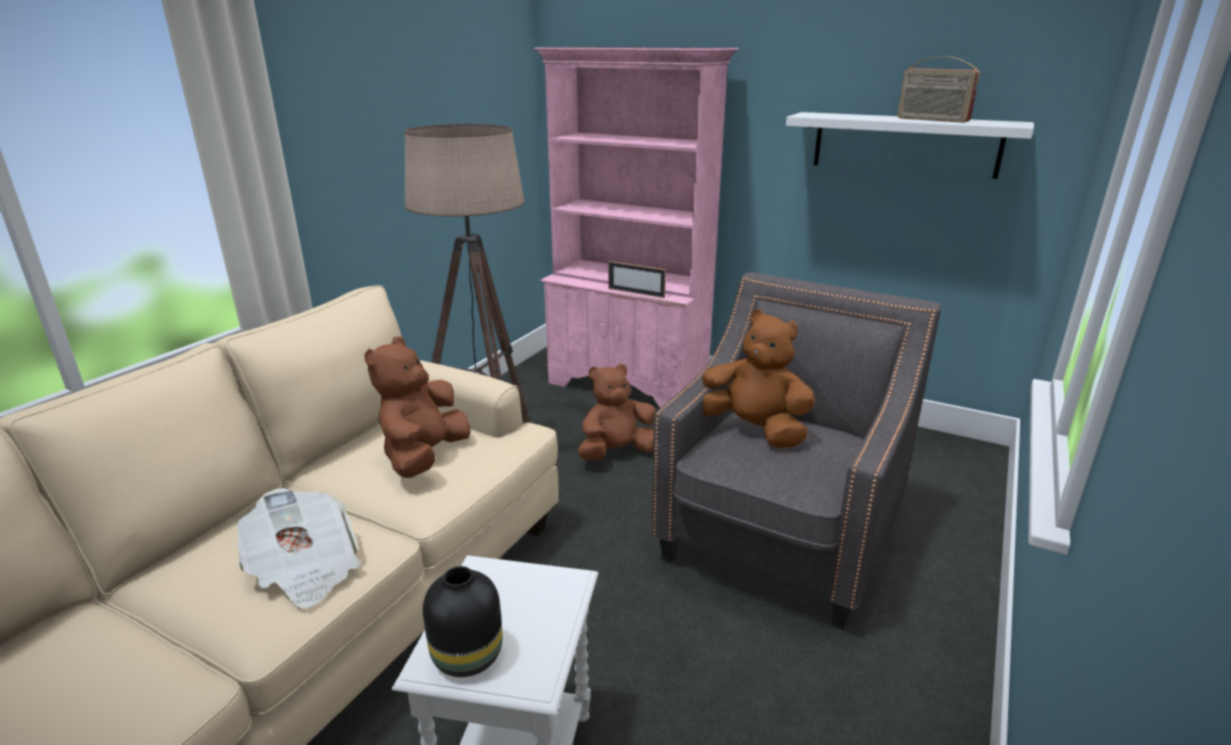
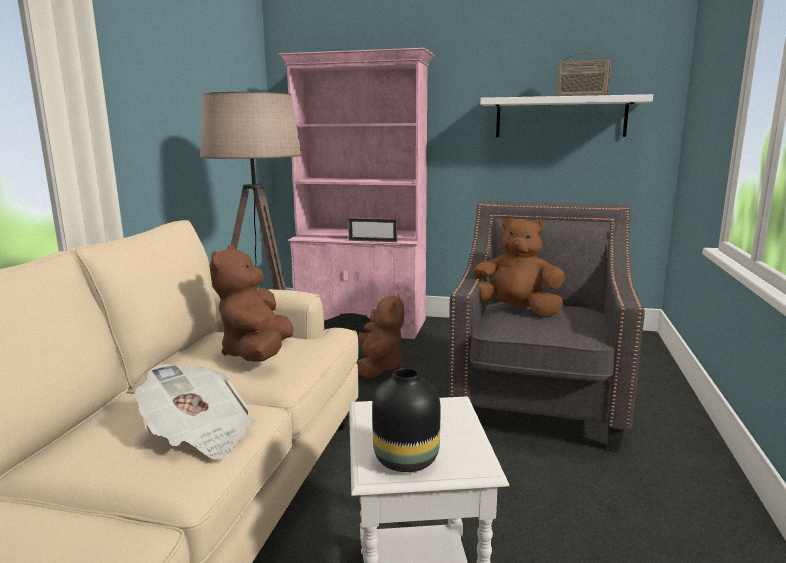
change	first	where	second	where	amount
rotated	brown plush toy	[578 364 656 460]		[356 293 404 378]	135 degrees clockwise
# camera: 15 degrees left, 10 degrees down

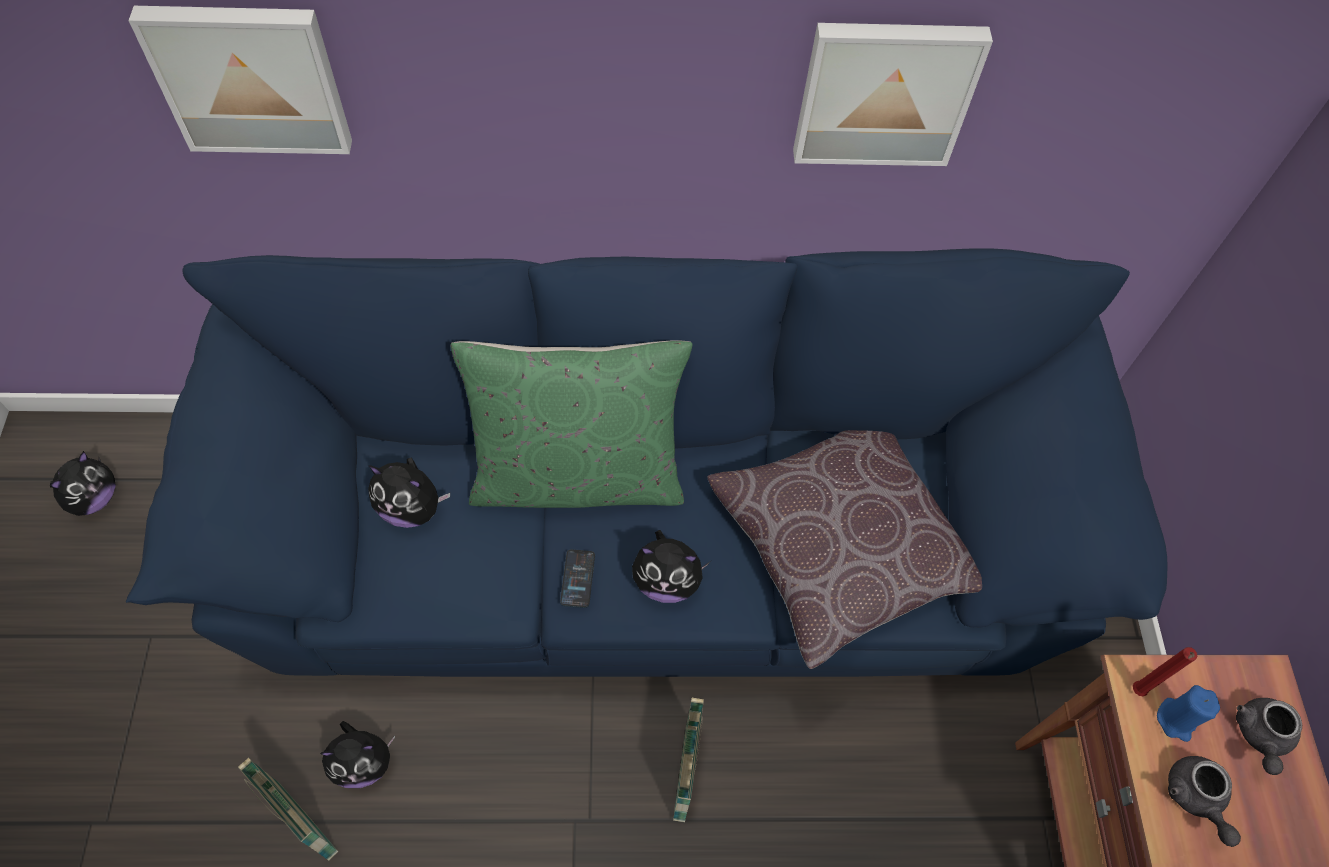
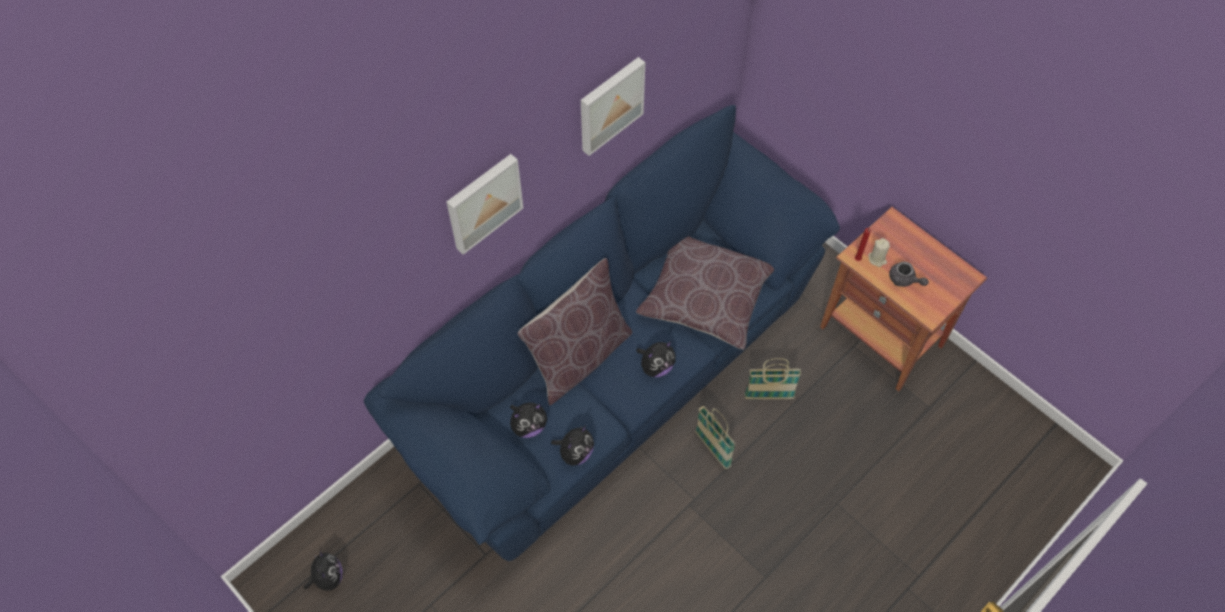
change	first	where	second	where	amount
shifted	picture	[128 6 352 154]		[446 154 523 255]	
shifted	basket	[238 758 338 861]		[745 358 801 399]	
shifted	plush toy	[320 721 395 788]		[551 425 594 465]	
repainted	green pillow	[450 340 693 508]	brown pillow	[518 258 632 405]	
gone	phone	[560 549 595 608]			
repainted	blue candle	[1157 685 1220 742]	beige candle	[868 238 890 267]	
gone	grey teapot	[1236 698 1302 775]			
# camera: 40 degrees left, 0 degrees up

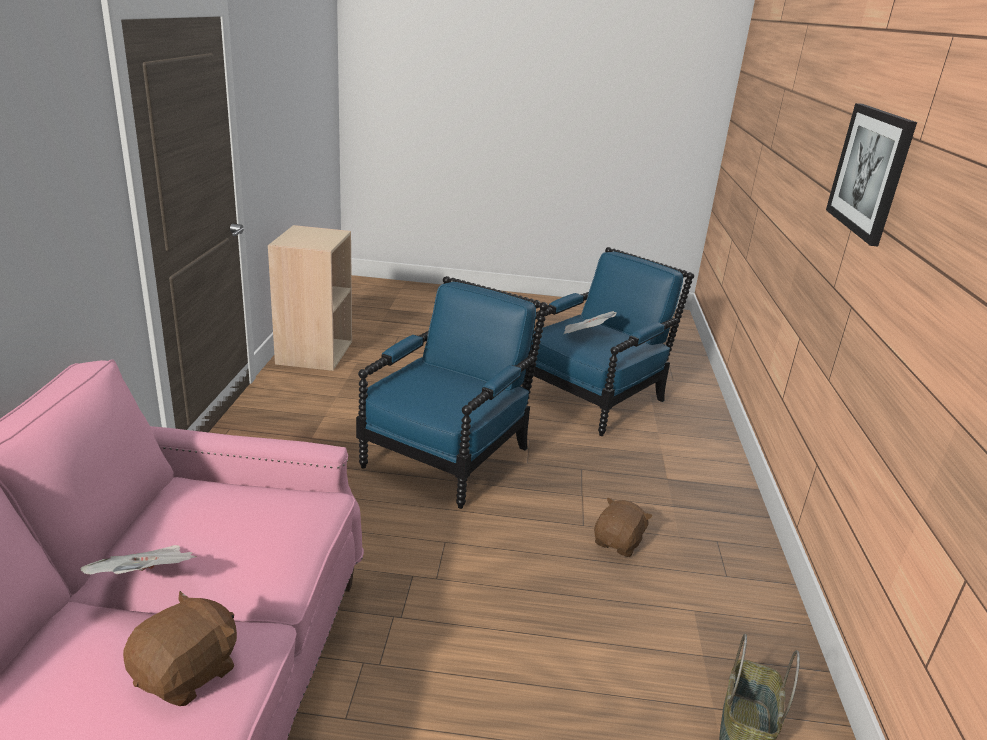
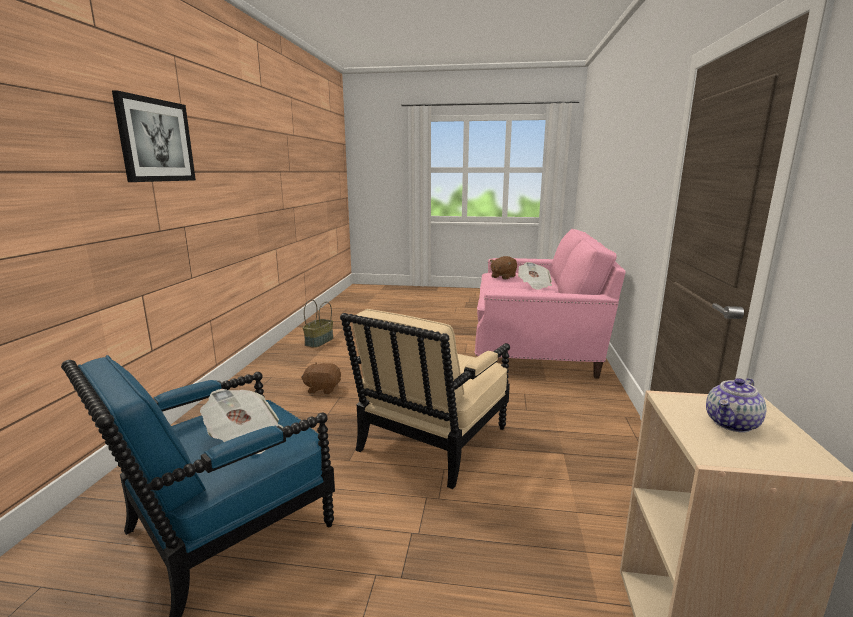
change	first	where	second	where	amount
repainted	blue armchair	[356 276 548 509]	beige armchair	[340 309 510 489]	
rotated	brown plush toy	[594 497 653 557]		[301 362 341 394]	60 degrees clockwise
new			teapot	[706 378 767 433]	
# camera: 175 degrees left, 10 degrees down

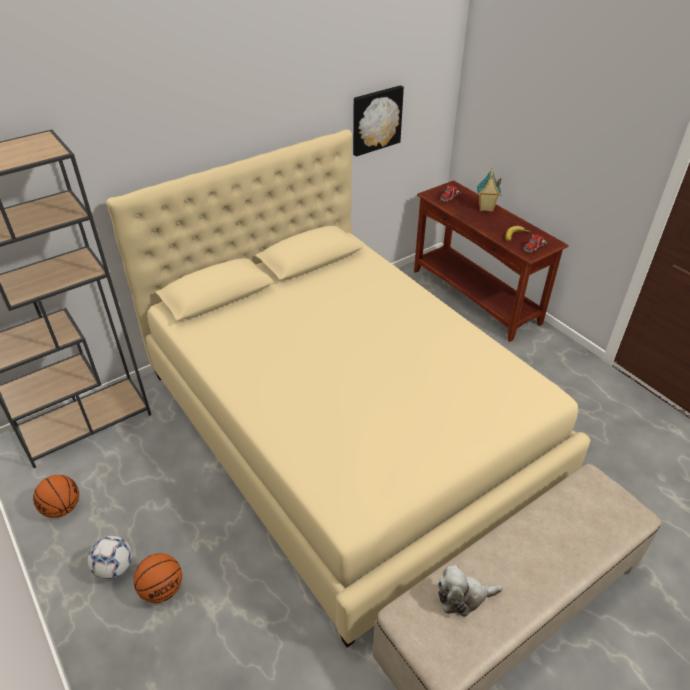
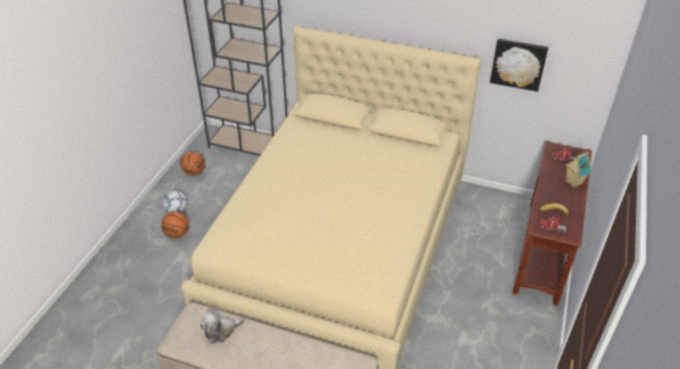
change	first	where	second	where	amount
rotated	plush toy	[437 565 503 617]		[200 312 244 344]	75 degrees counterclockwise
# camera: 55 degrees right, 0 degrees up

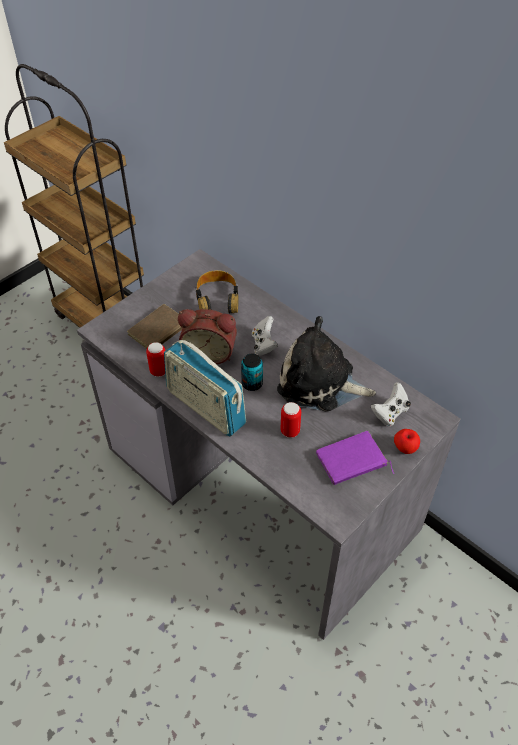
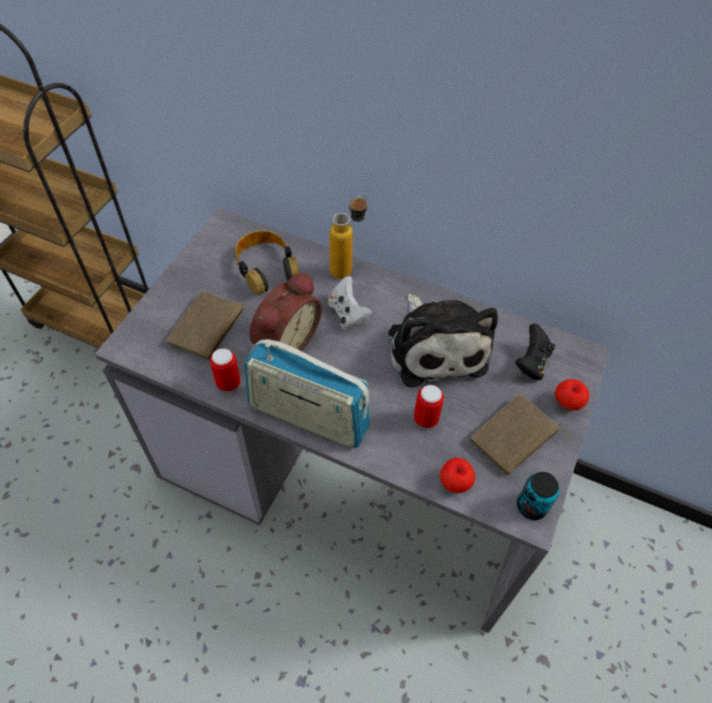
change	first	where	second	where	amount
rotated	alarm clock	[178 309 237 365]		[250 272 322 351]	45 degrees counterclockwise
shifted	can	[241 354 263 391]		[517 472 559 520]	
rotated	plush toy	[277 316 376 412]		[388 294 498 387]	105 degrees counterclockwise
repainted	purple book	[316 431 394 485]	brown book	[469 394 573 475]	
repainted	white game controller	[371 382 411 426]	black game controller	[515 324 555 381]	
new			bottle	[329 195 367 279]	
new			apple	[440 458 475 493]	
# camera: 20 degrees left, 5 degrees up

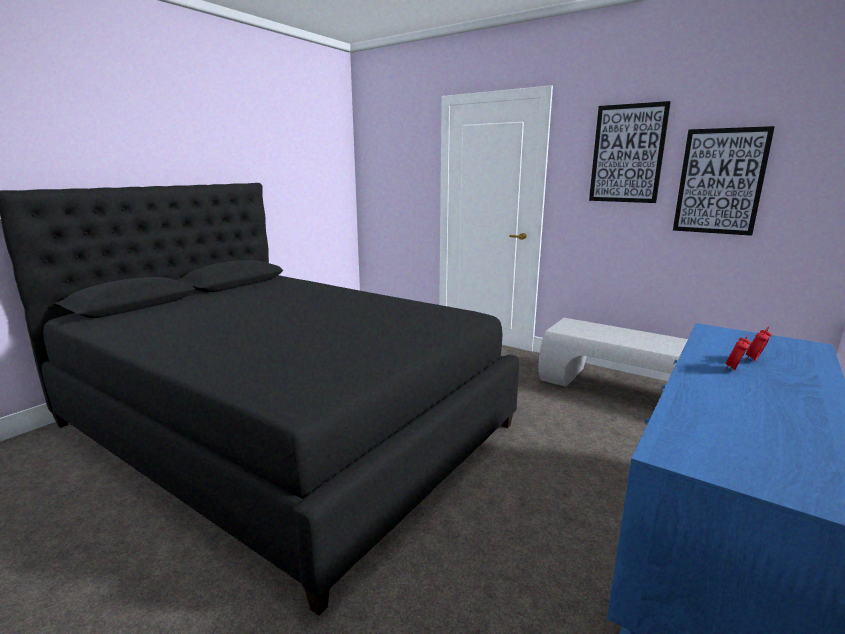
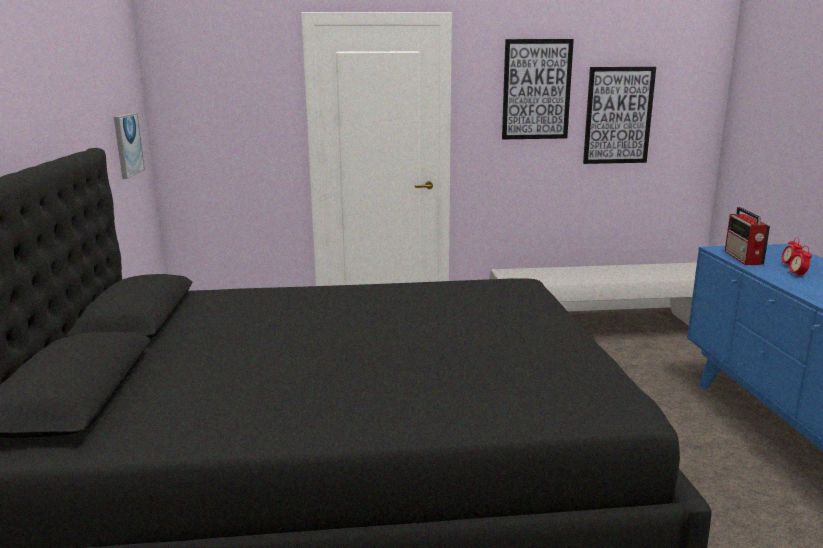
change	first	where	second	where	amount
new			picture	[114 113 145 179]	
new			radio	[725 207 770 265]	
# camera: 40 degrees left, 0 degrees up

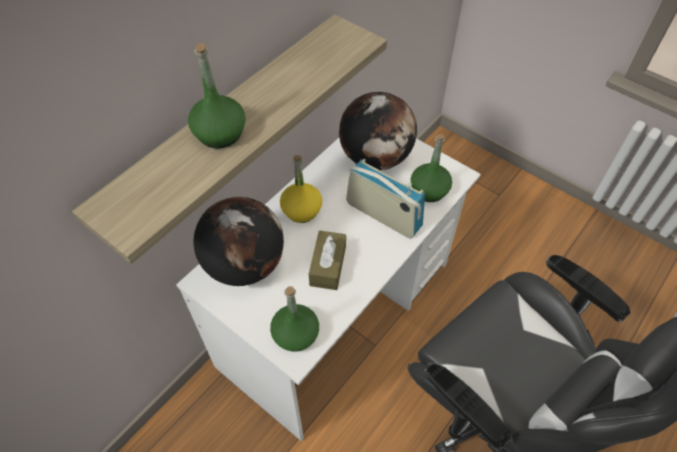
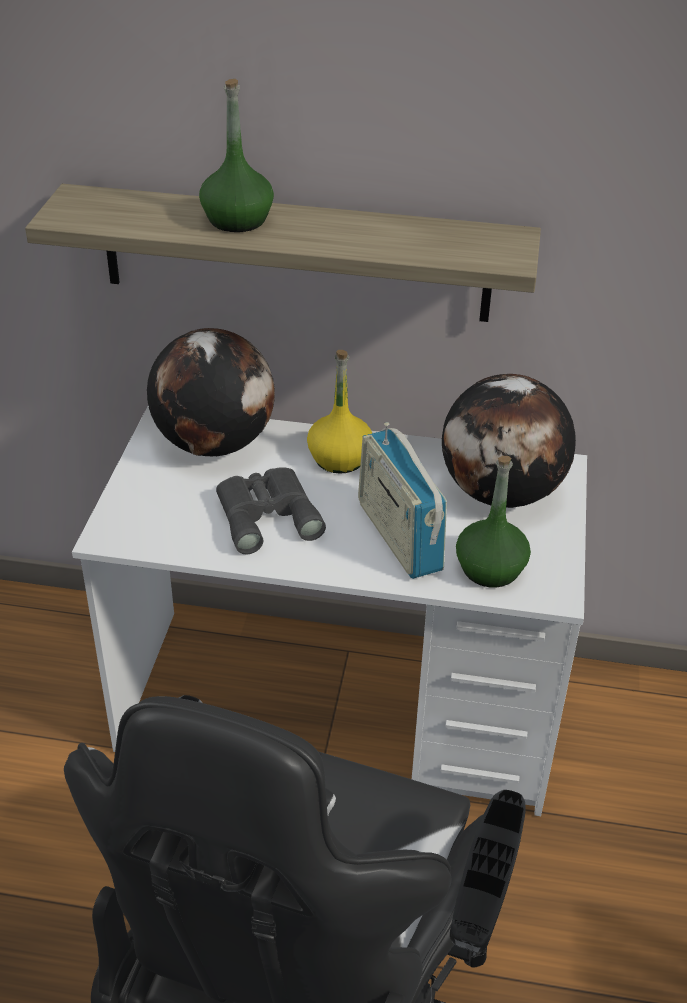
change	first	where	second	where	amount
gone	green bottle	[270 286 319 352]			
swapped	brown tissue box	[309 231 346 290]	grey binoculars	[216 467 326 555]	
rotated	radio	[346 159 425 239]		[358 422 447 579]	150 degrees clockwise
# camera: 60 degrees right, 15 degrees down

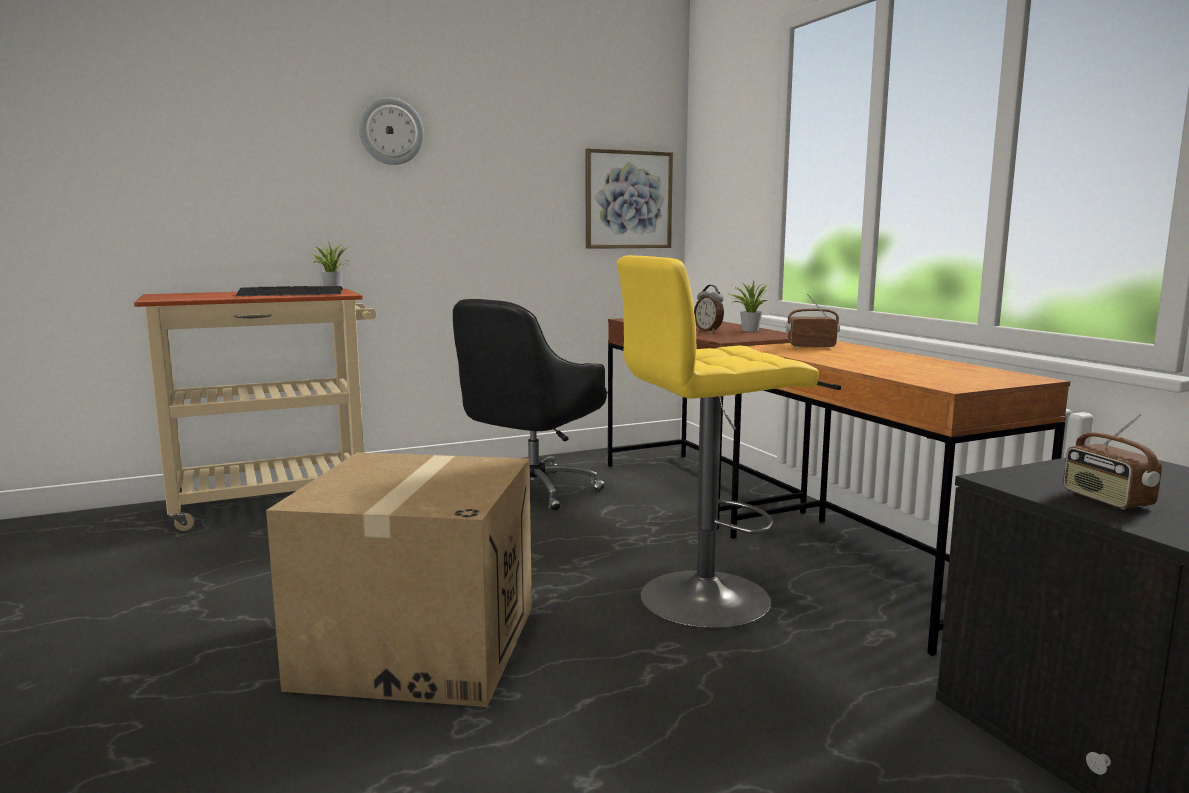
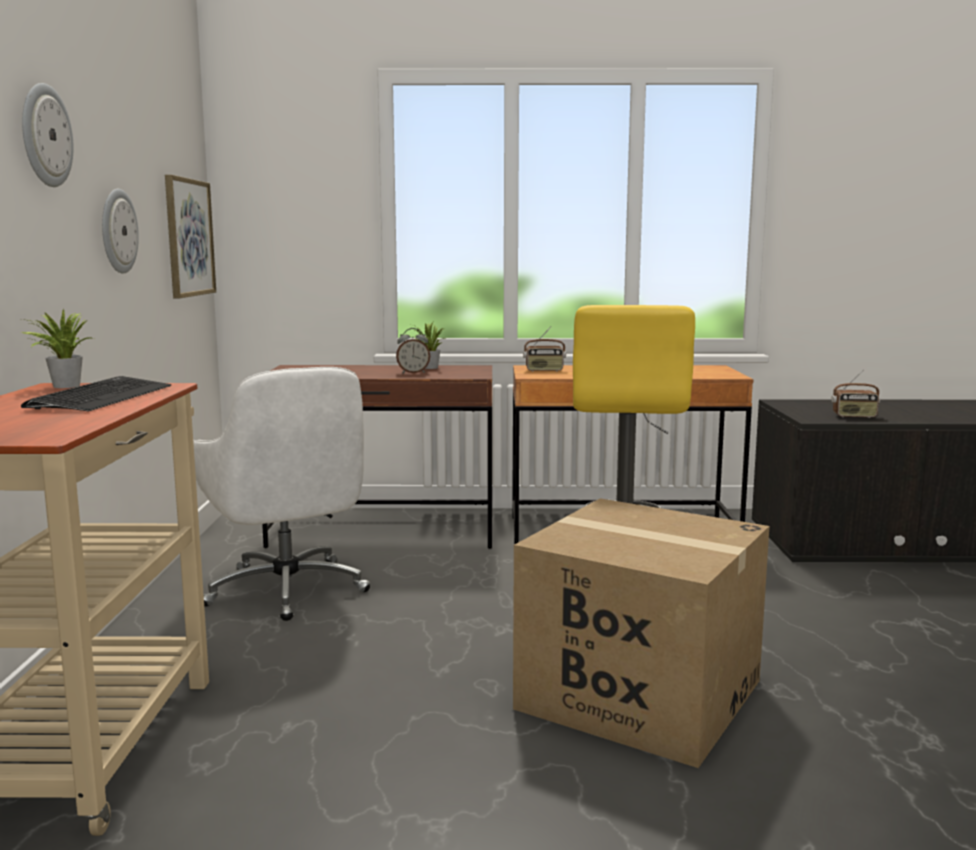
change	first	where	second	where	amount
repainted	black office chair	[453 299 608 511]	white office chair	[193 367 370 621]	
rotated	radio	[786 294 840 348]		[523 327 566 372]	120 degrees counterclockwise
new			wall clock	[102 189 139 274]	
# camera: 65 degrees left, 0 degrees up

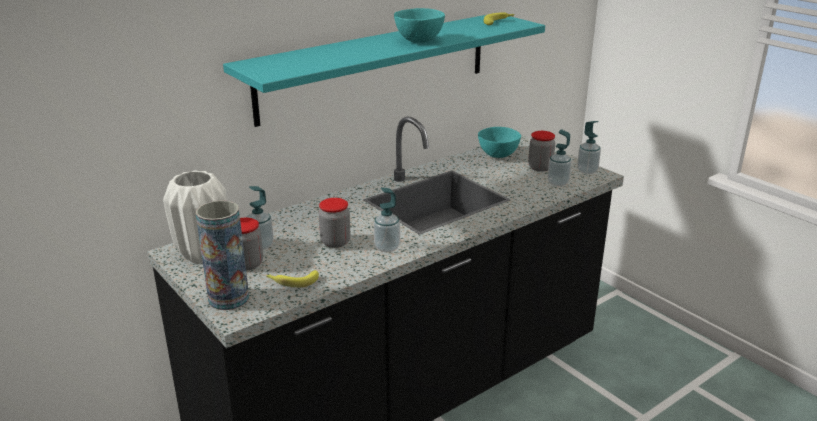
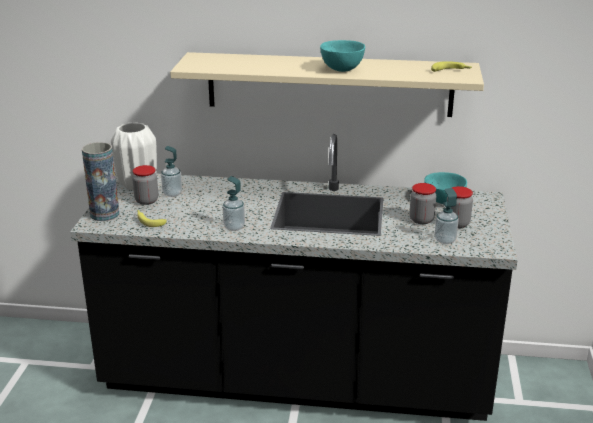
change	first	where	second	where	amount
repainted	turquoise shelf	[223 15 545 127]	beige shelf	[170 52 484 117]	
shifted	jar	[319 198 350 248]		[410 183 436 224]	
gone	soap dispenser	[577 121 601 174]			
# camera: 45 degrees right, 0 degrees up

